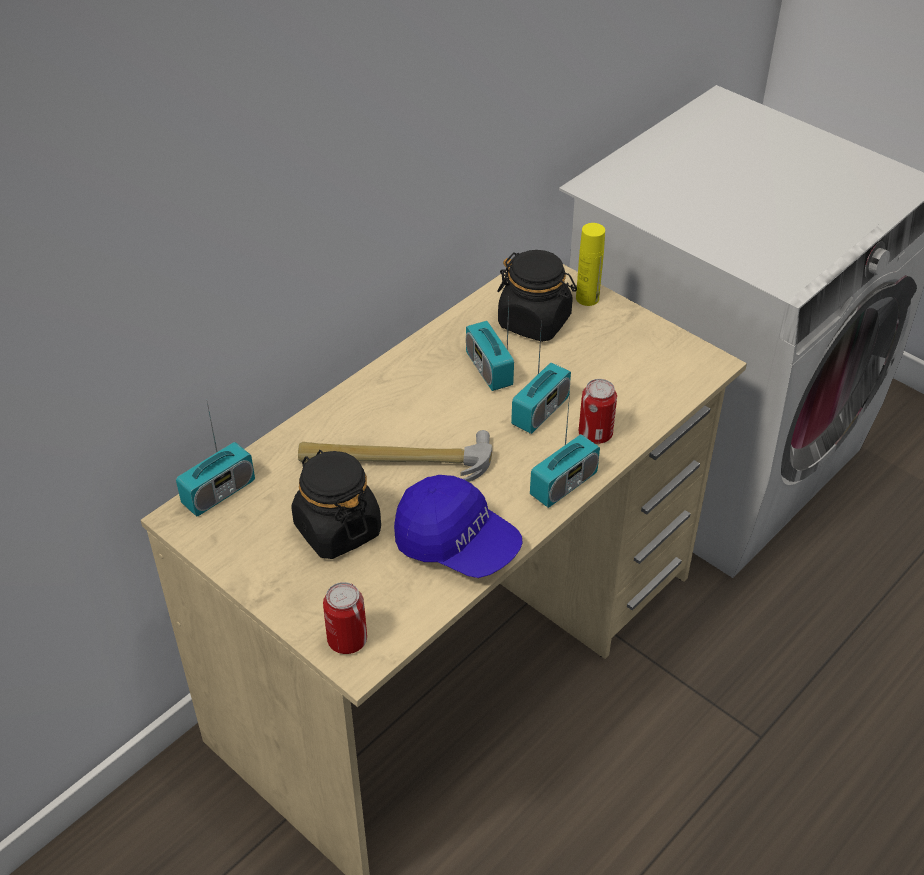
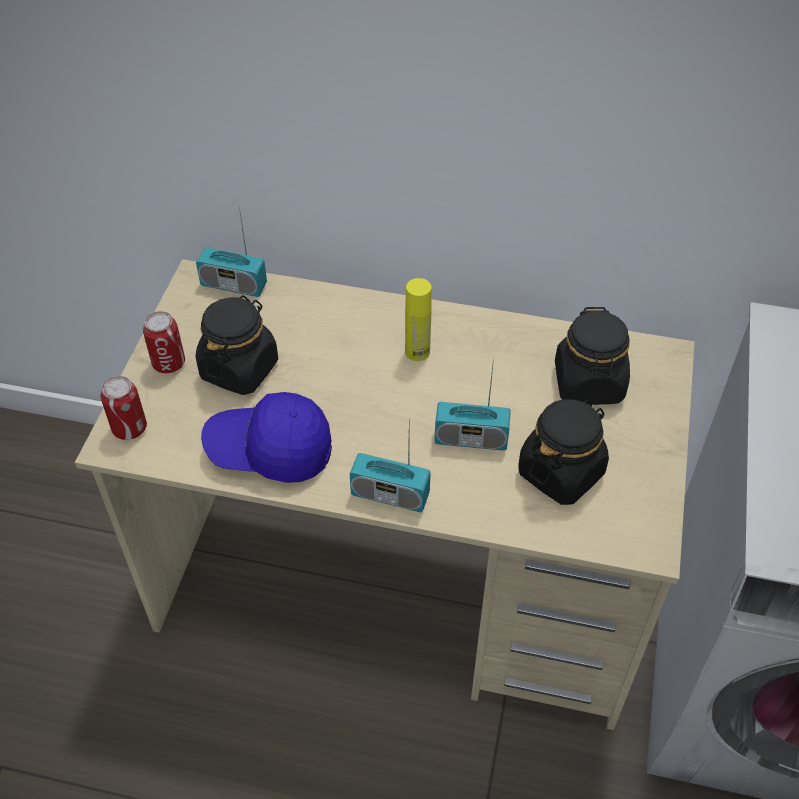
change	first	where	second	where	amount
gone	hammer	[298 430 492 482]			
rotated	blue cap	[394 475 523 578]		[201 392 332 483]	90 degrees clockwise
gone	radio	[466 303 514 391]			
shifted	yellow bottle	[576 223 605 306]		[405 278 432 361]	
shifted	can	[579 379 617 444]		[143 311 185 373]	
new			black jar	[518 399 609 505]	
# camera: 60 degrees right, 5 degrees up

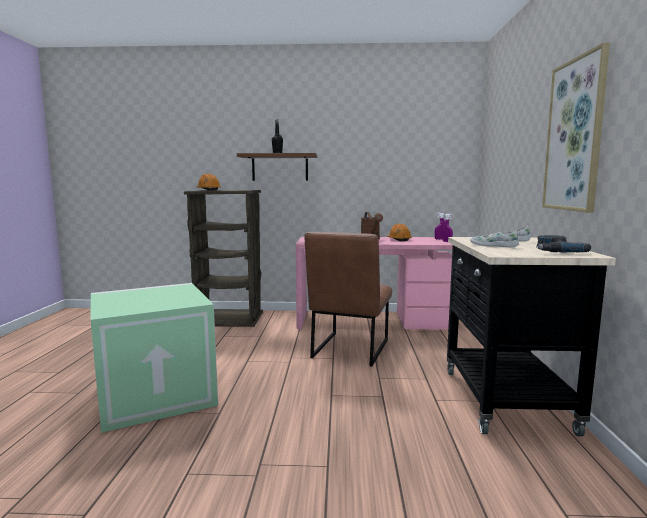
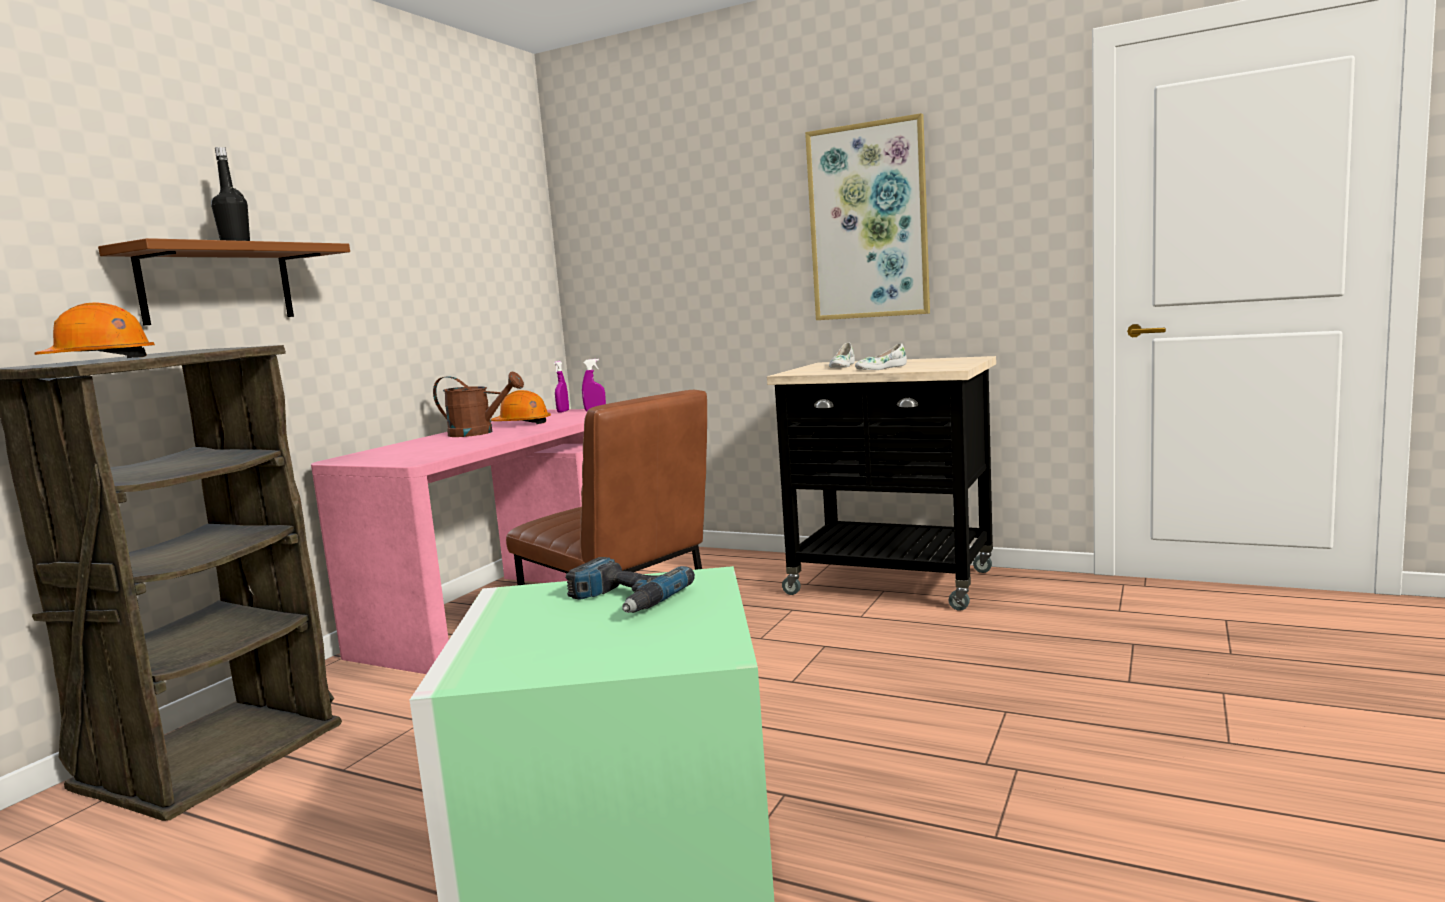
change	first	where	second	where	amount
shifted	power drill	[536 235 591 253]		[565 557 695 613]	
# camera: 65 degrees left, 0 degrees up

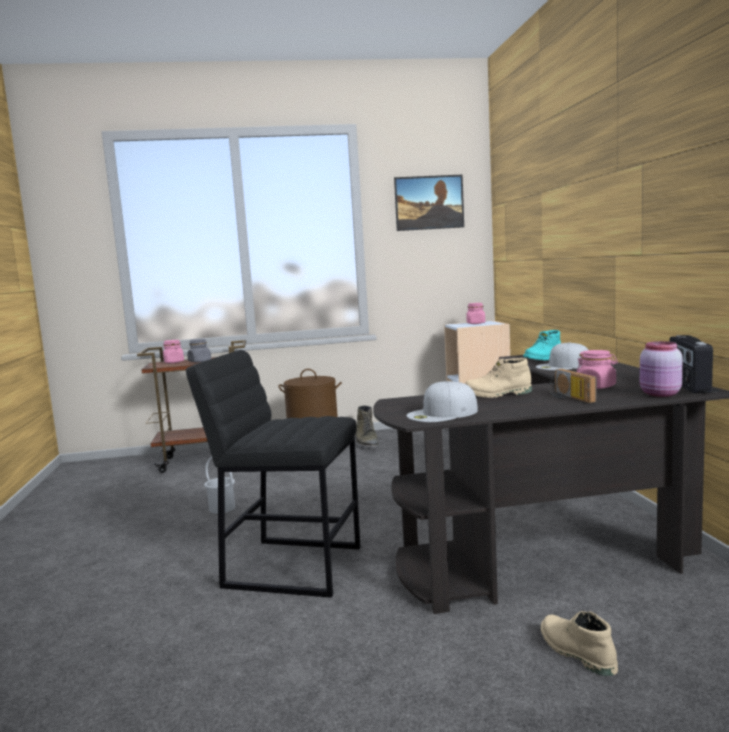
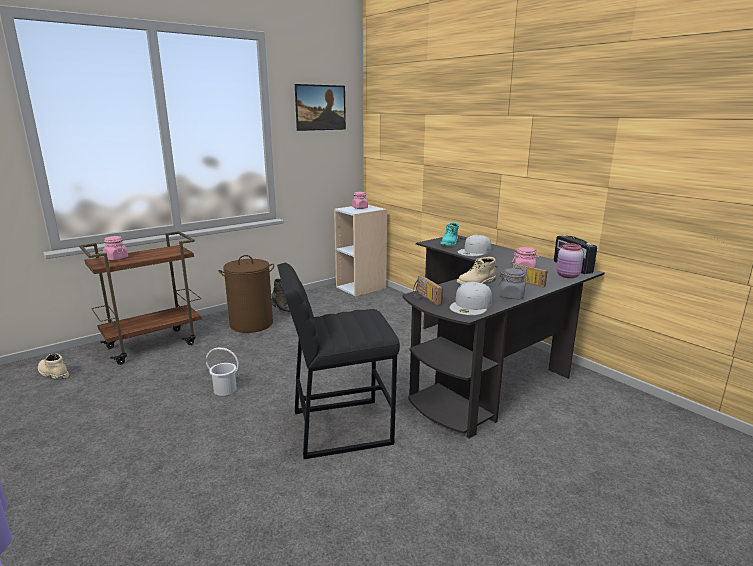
change	first	where	second	where	amount
shifted	grey jar	[187 339 211 363]		[498 268 530 299]	
shifted	beige boot	[541 611 618 676]		[38 354 69 380]	
new			radio	[413 276 443 305]	
# camera: 30 degrees left, 10 degrees up

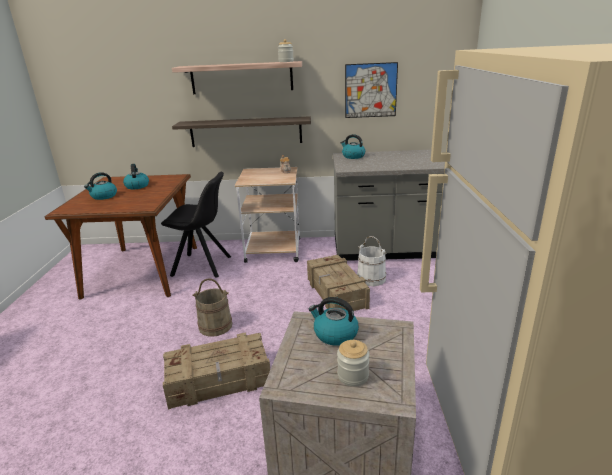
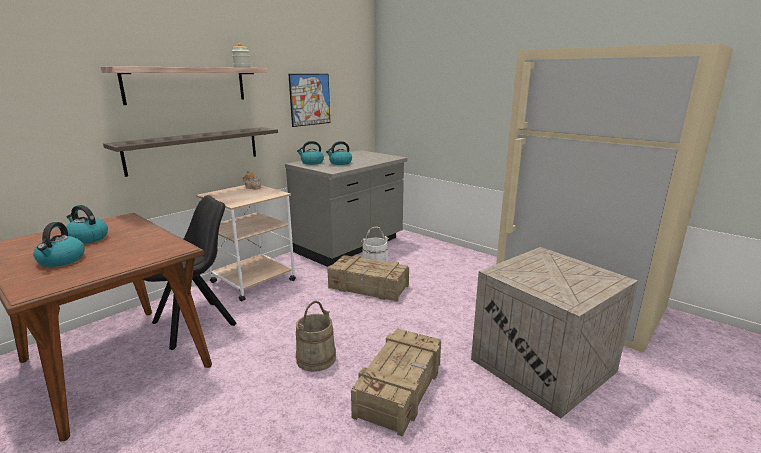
change	first	where	second	where	amount
shifted	kettle	[308 297 359 346]		[326 141 352 165]	
gone	jar	[337 340 370 387]			
# camera: 50 degrees left, 5 degrees down

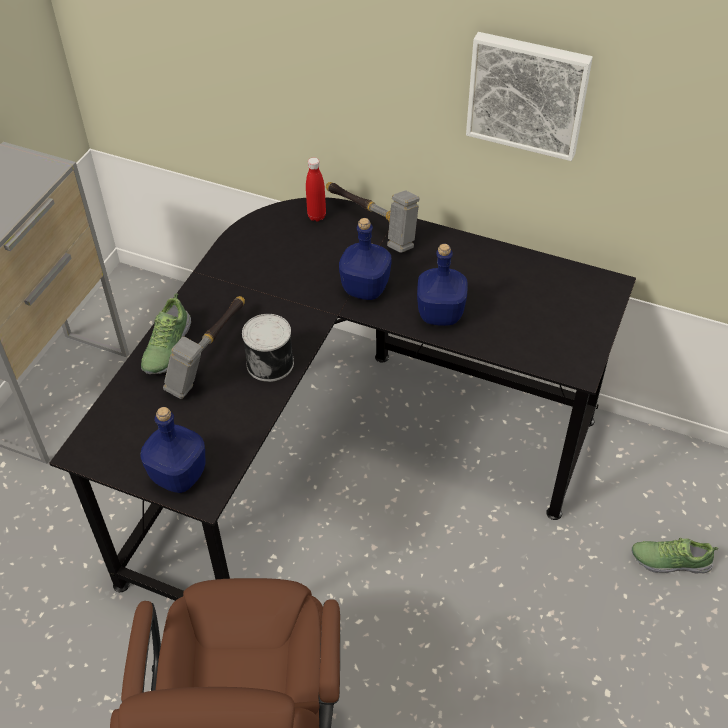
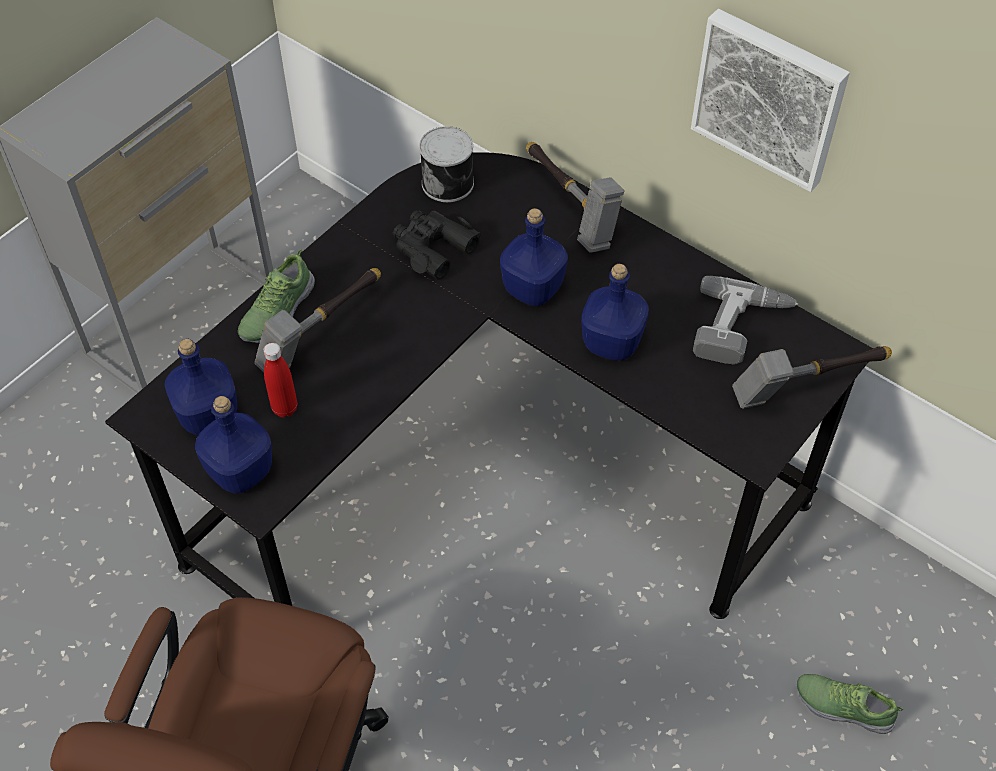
change	first	where	second	where	amount
shifted	can	[242 314 294 382]		[419 126 474 202]	
shifted	red bottle	[306 157 326 221]		[264 343 297 417]	
new			blue bottle	[165 339 237 435]	
new			black binoculars	[393 210 481 280]	
new			power drill	[693 276 798 365]	
new			hammer	[732 346 892 409]	
# camera: 15 degrees right, 5 degrees up

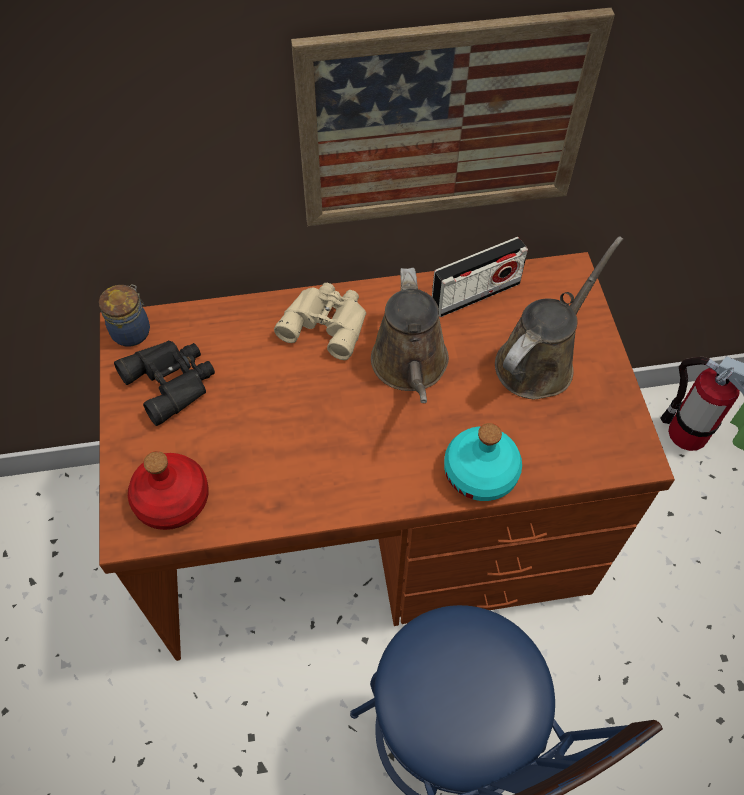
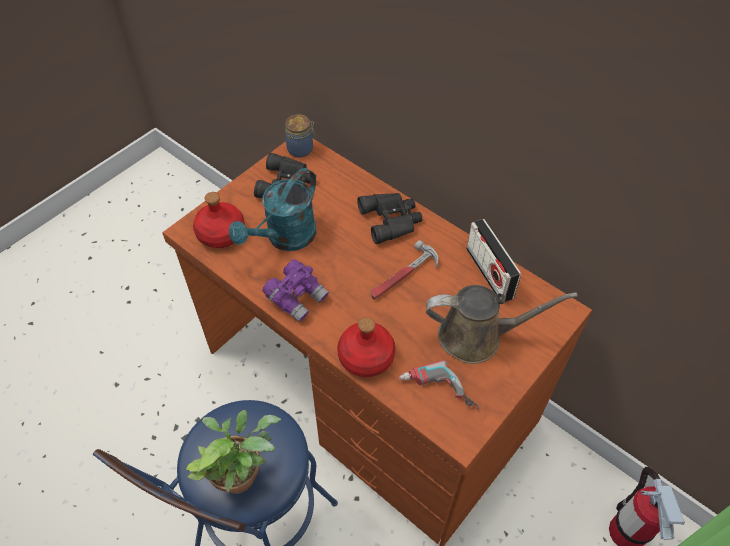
change	first	where	second	where	amount
repainted	beige binoculars	[274 283 366 360]	black binoculars	[357 193 422 244]	
gone	picture	[291 8 615 226]			
swapped	brown watering can	[371 268 449 403]	hammer	[371 240 438 300]	
rotated	radio	[432 237 528 317]		[466 219 521 302]	45 degrees clockwise
repainted	turquoise bottle	[444 423 522 501]	red bottle	[337 317 396 377]	
new			potted plant	[186 410 281 494]	
new			turquoise watering can	[229 168 316 251]	
new			purple binoculars	[262 259 329 322]	
new			power drill	[399 360 479 410]	
# camera: 50 degrees right, 5 degrees down

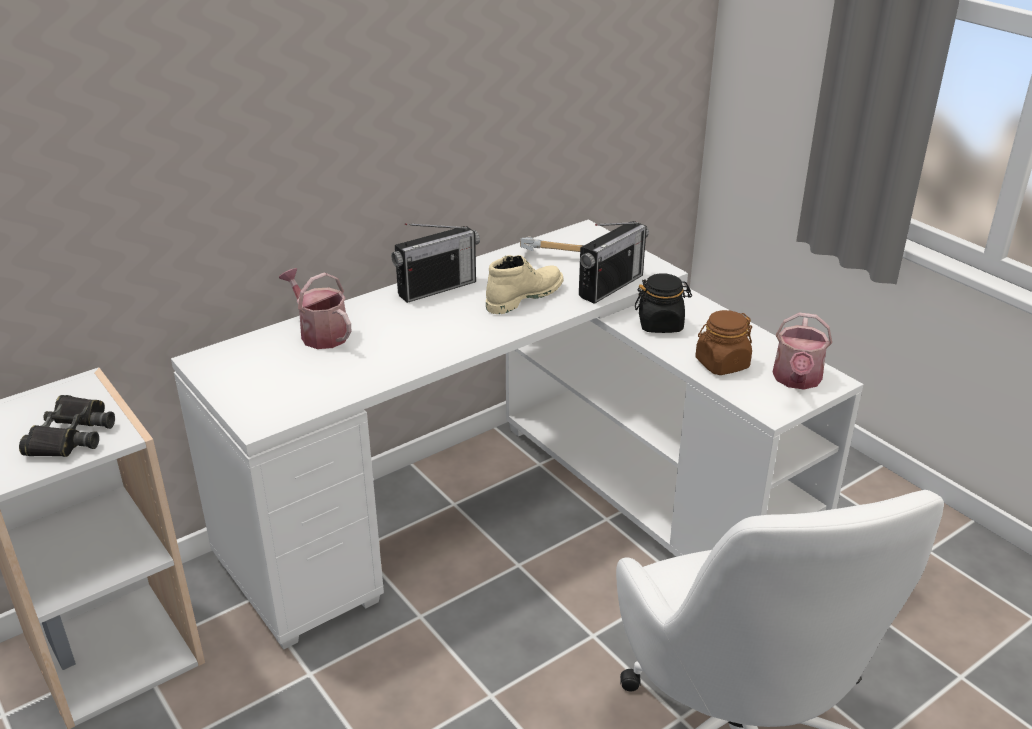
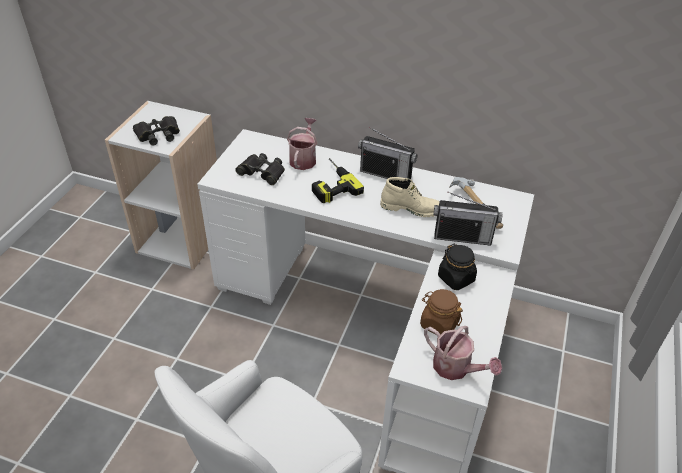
change	first	where	second	where	amount
rotated	watering can	[773 312 832 390]		[424 326 502 380]	120 degrees counterclockwise
new			black binoculars	[235 153 285 185]	
new			power drill	[312 158 364 203]	
# camera: 55 degrees right, 10 degrees up

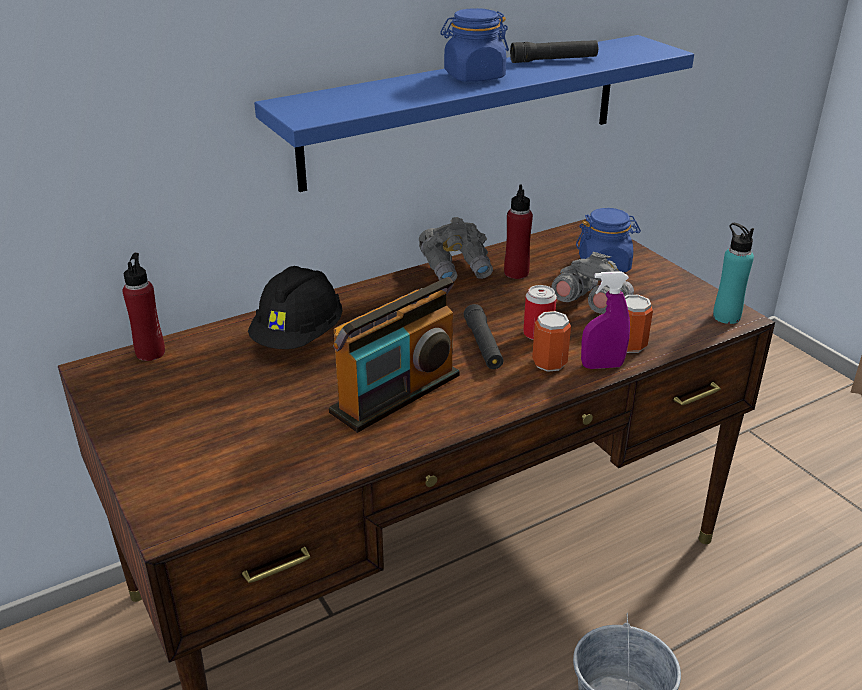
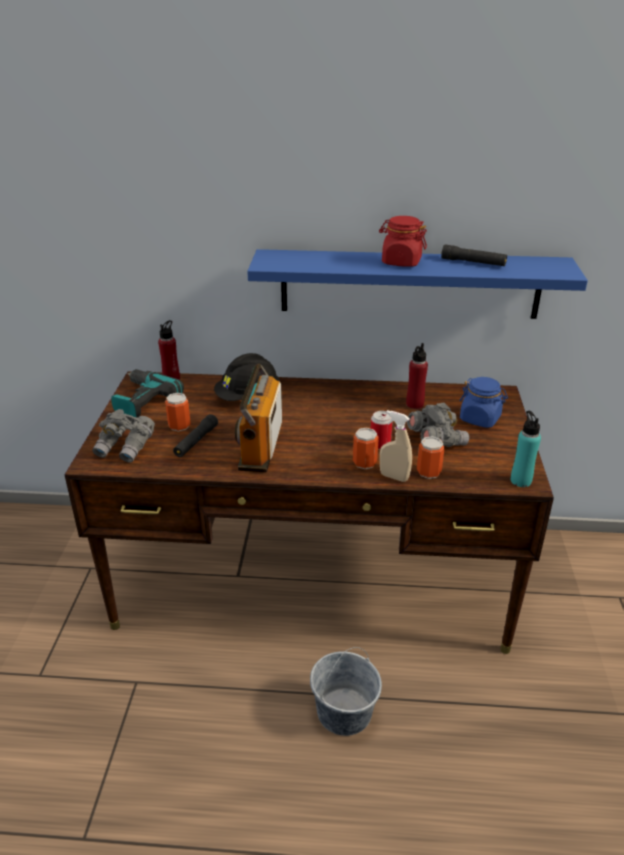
change	first	where	second	where	amount
rotated	radio	[329 277 460 433]		[235 364 282 472]	105 degrees clockwise
shifted	grey binoculars	[419 217 493 282]		[92 409 155 463]	
repainted	blue jar	[440 8 509 82]	red jar	[379 216 427 267]	
shifted	black flashlight	[464 304 503 369]		[173 414 218 457]	
repainted	purple spray bottle	[581 271 630 369]	beige spray bottle	[380 410 412 482]	
new			power drill	[111 369 184 418]	
new			can	[165 393 191 432]	
# camera: 35 degrees right, 0 degrees up

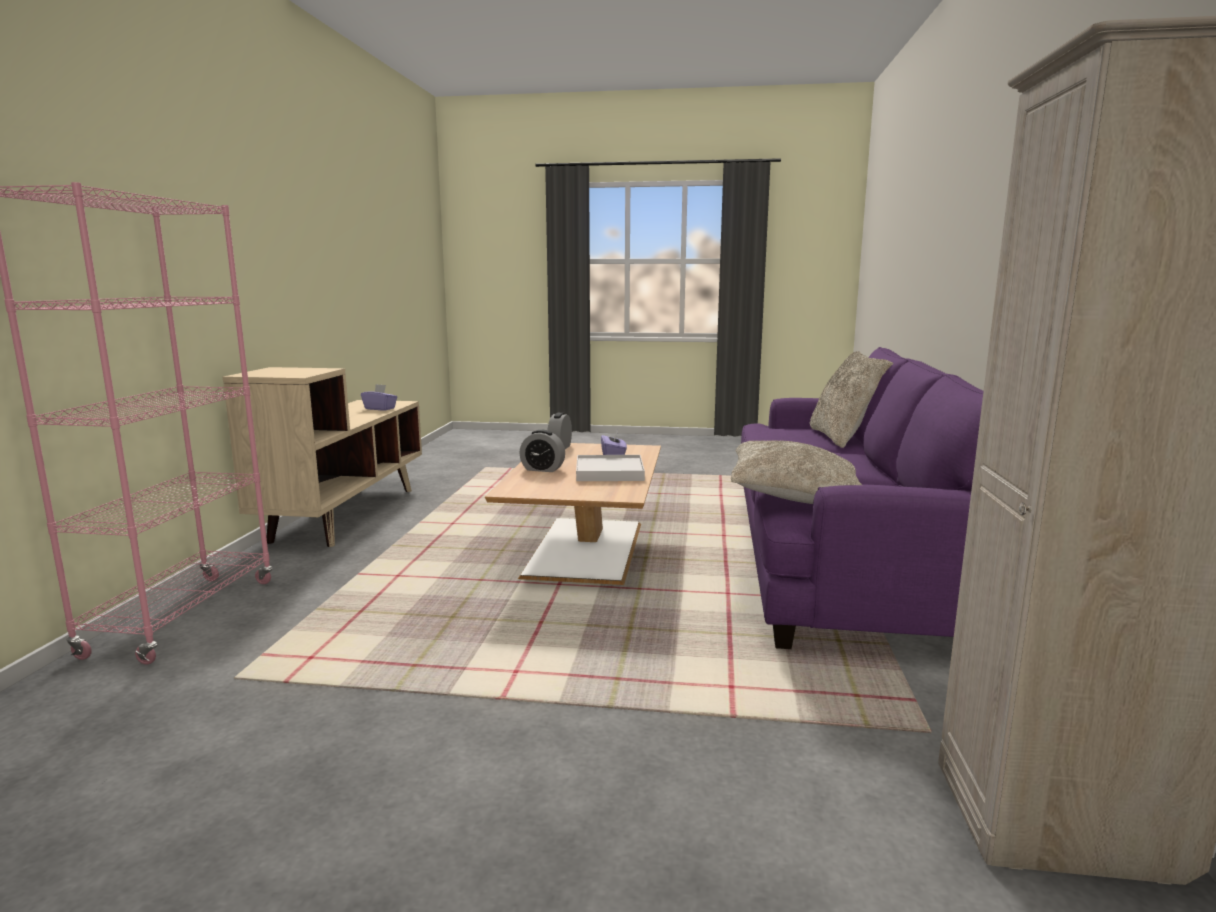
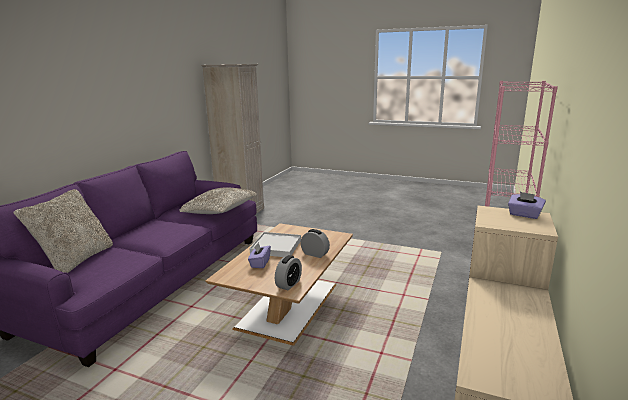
change	first	where	second	where	amount
shifted	purple tissue box	[361 384 397 411]		[508 192 546 219]	
# camera: 165 degrees left, 5 degrees up

